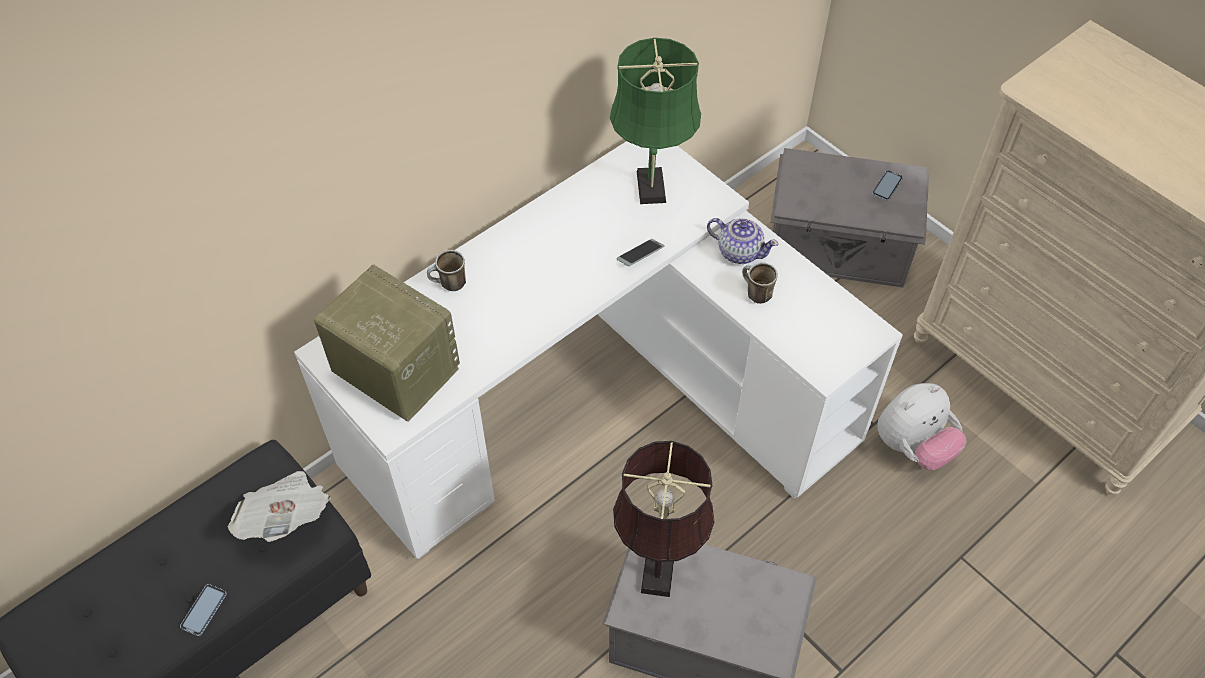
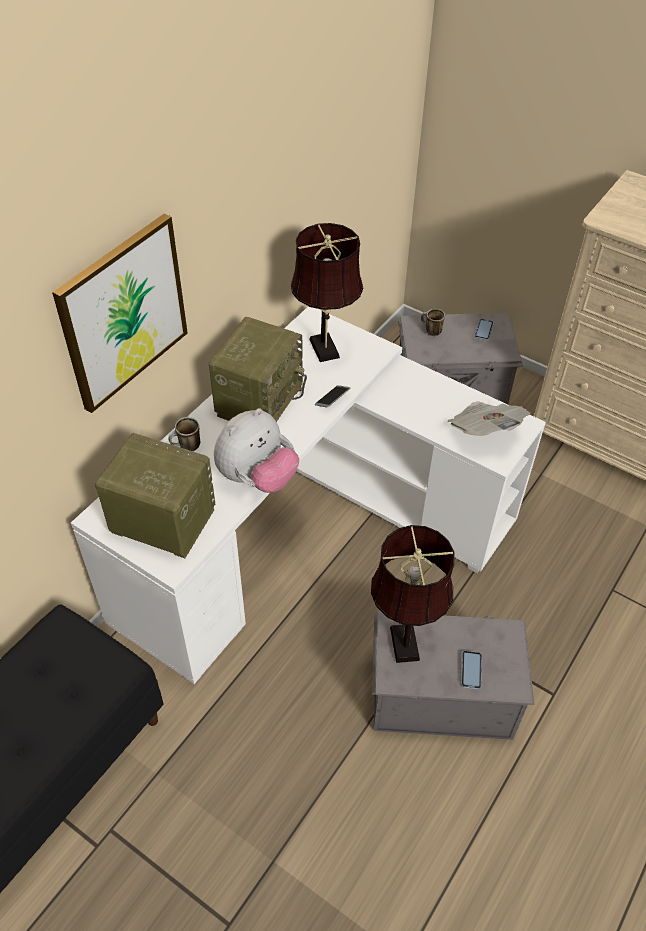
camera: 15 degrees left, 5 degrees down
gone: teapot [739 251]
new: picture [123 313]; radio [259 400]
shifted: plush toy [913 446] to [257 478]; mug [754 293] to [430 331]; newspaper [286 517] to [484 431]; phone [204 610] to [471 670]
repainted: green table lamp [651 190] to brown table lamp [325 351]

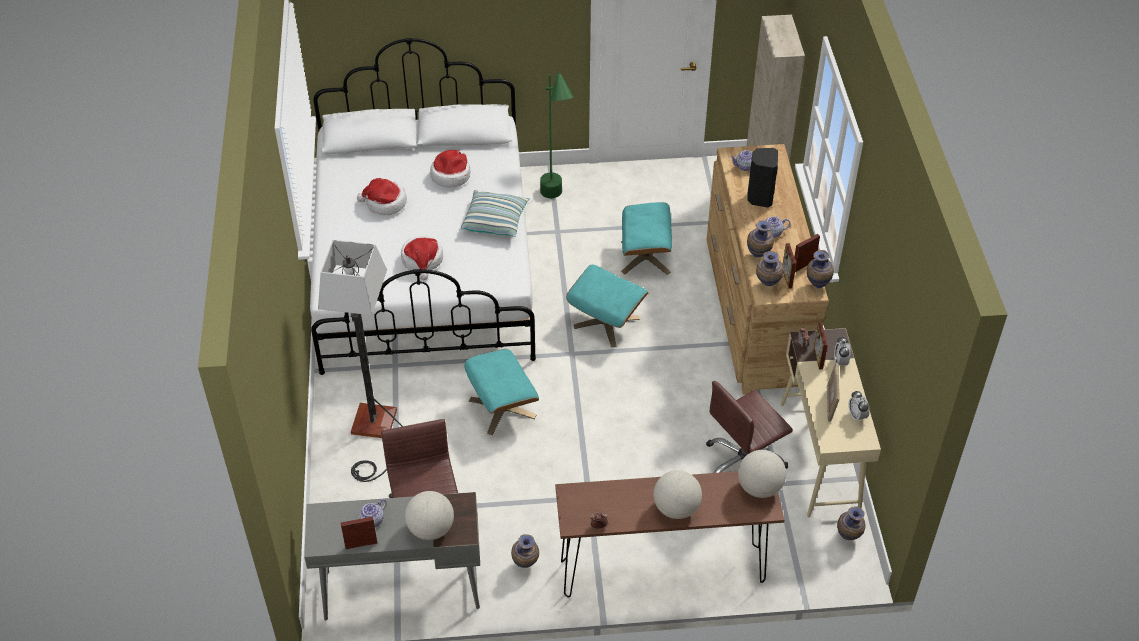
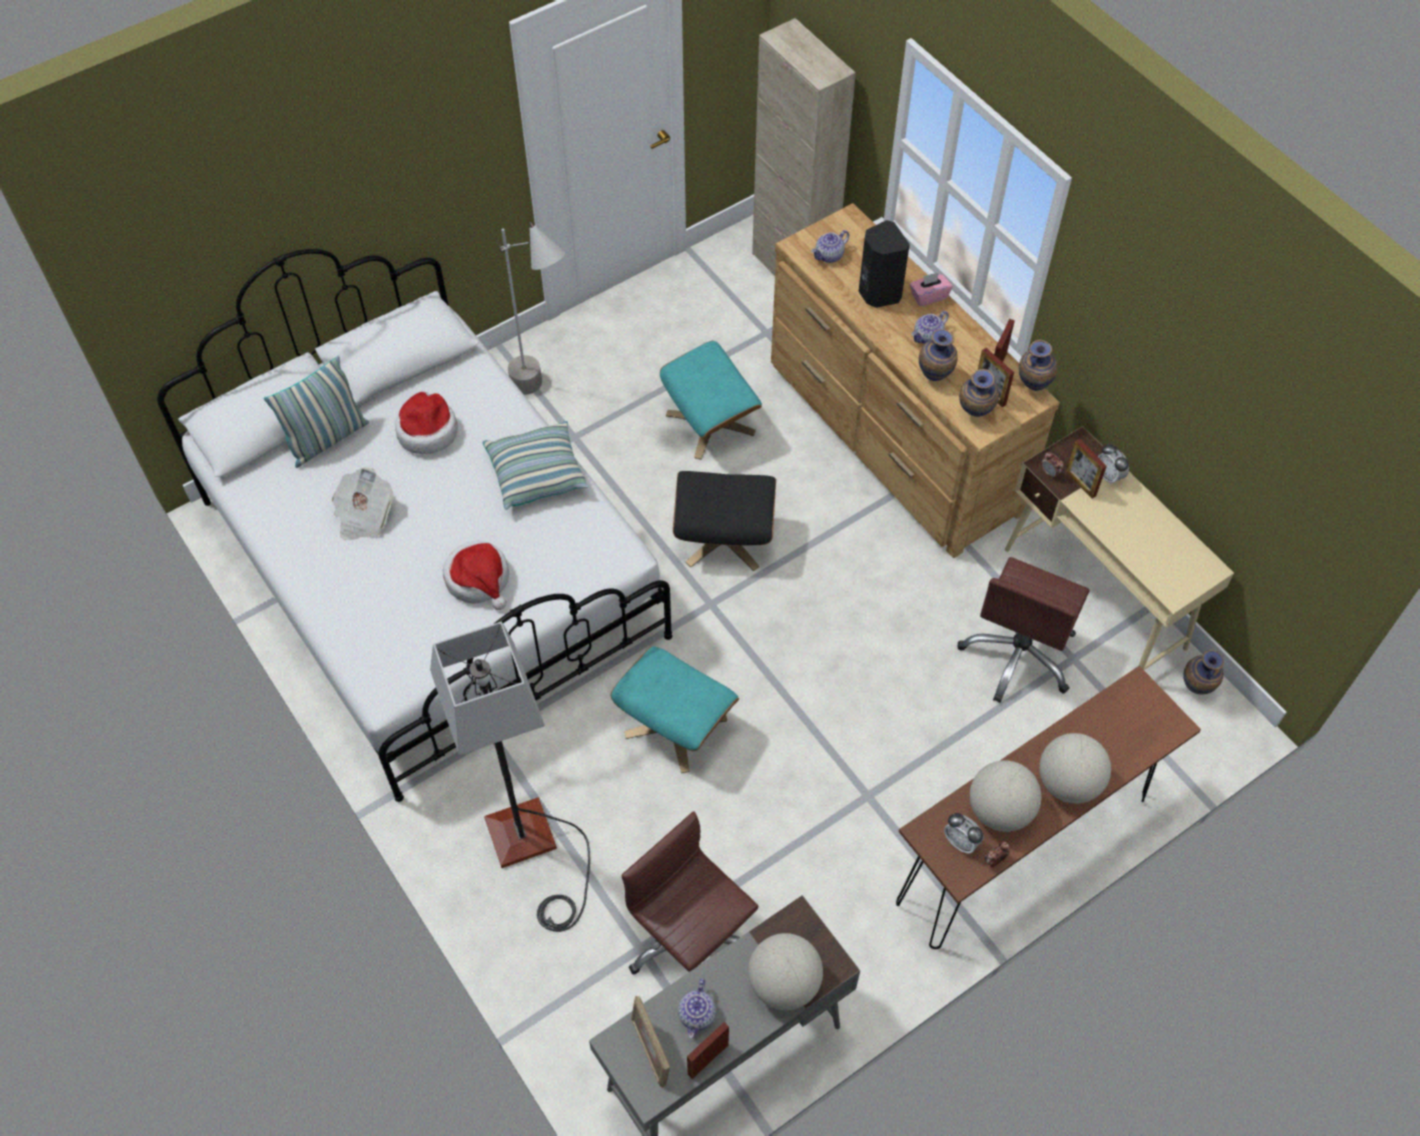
camera: 30 degrees left, 10 degrees up
gone: vase [525 565]
new: pillow [327 439]; pink tissue box [928 296]
shifted: picture frame [830 404] to [651 1050]; alarm clock [857 416] to [961 842]; globe [759 488] to [999 810]
swapped: hat [385 203] to newspaper [363 515]
repainted: green floor lamp [556 203] to grey floor lamp [545 396]; turquoise ottoman [607 322] to black ottoman [724 538]

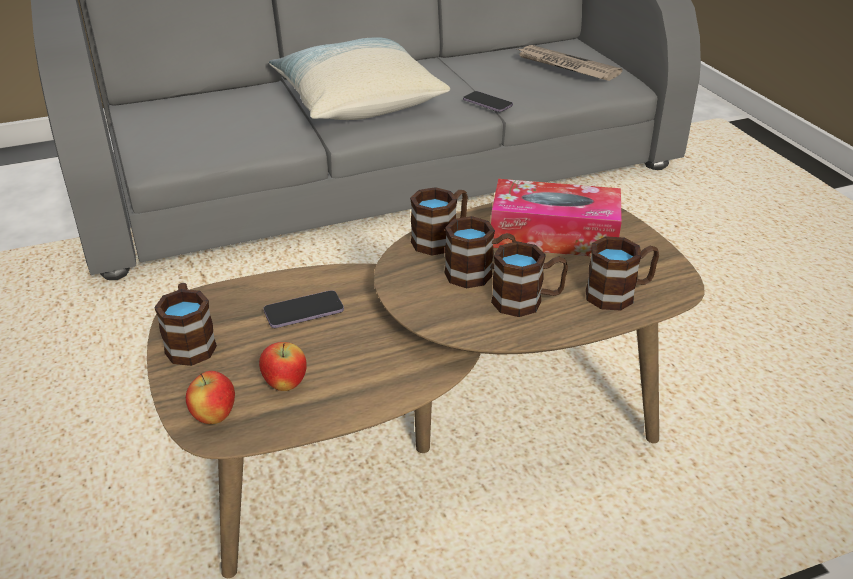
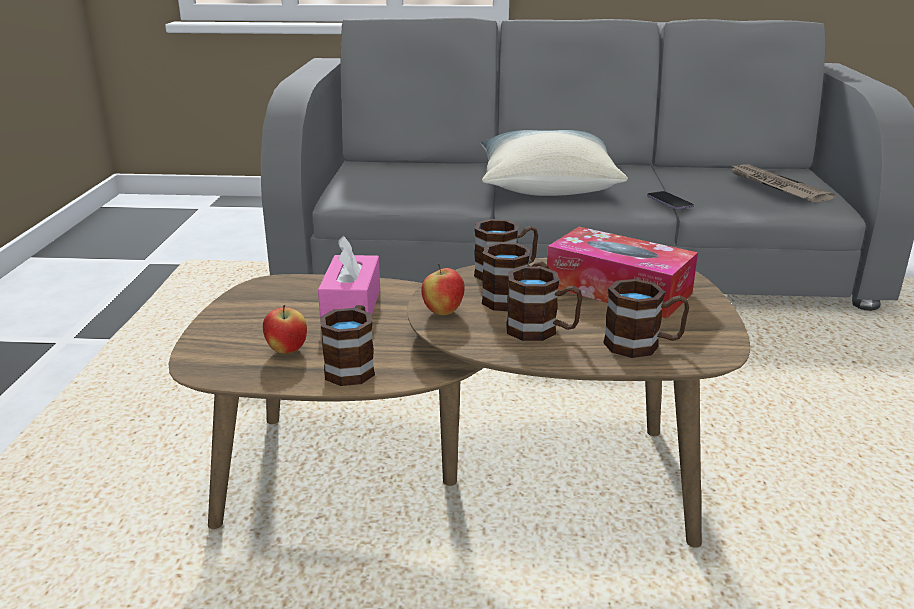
camera: 25 degrees right, 10 degrees down
shifted: brown mug [190 342] to [353 366]; apple [214 417] to [443 312]
swapped: phone [304 311] to pink tissue box [351 306]

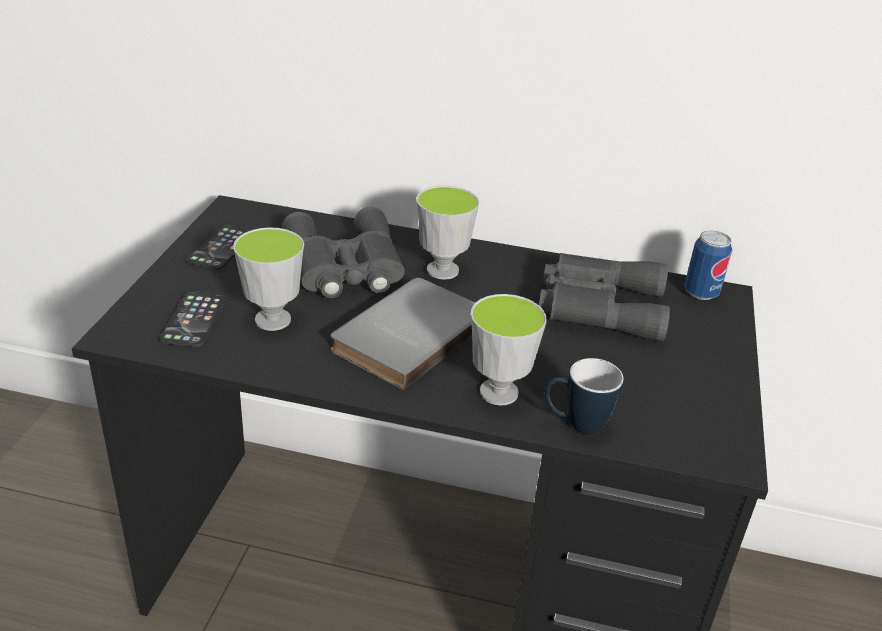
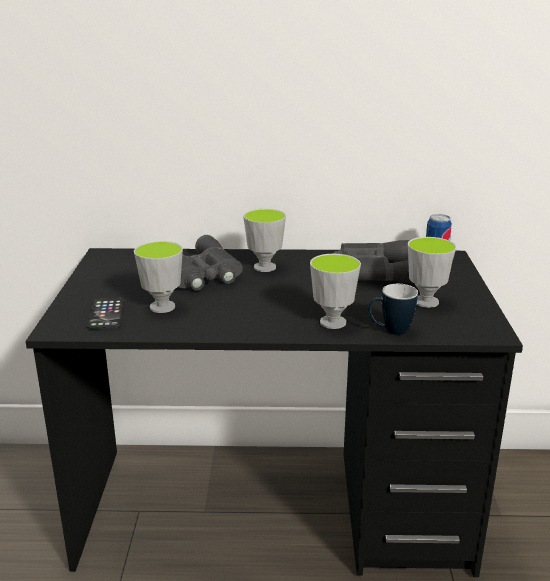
camera: 10 degrees left, 10 degrees down
gone: phone [222 248]; grey book [406 334]
new: cup [426 302]

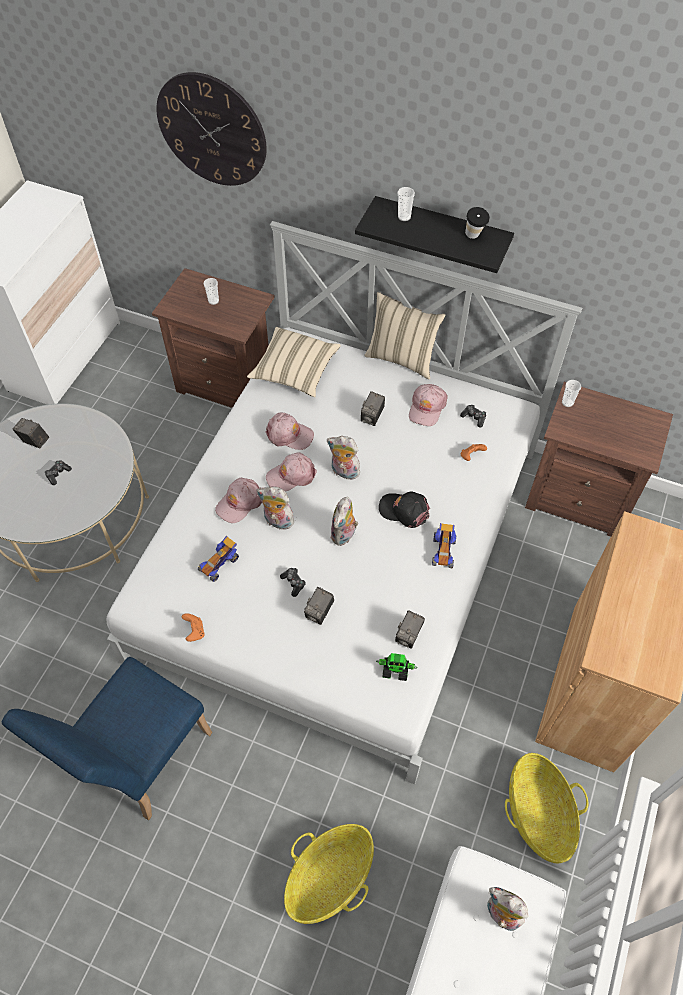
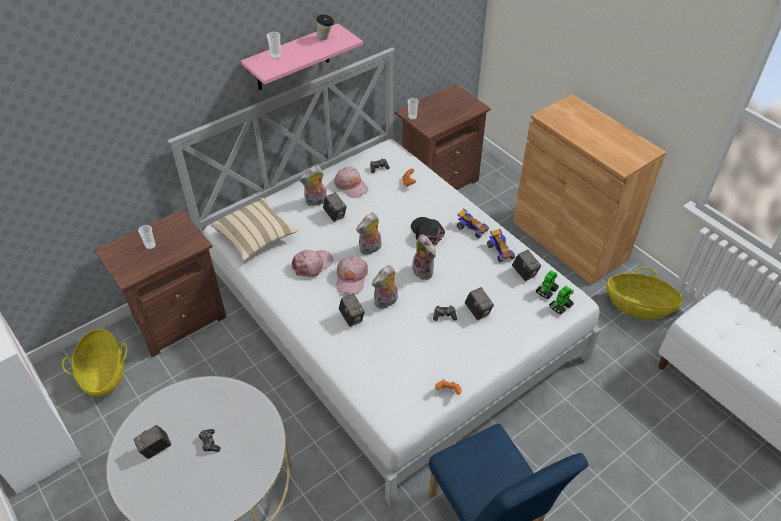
camera: 60 degrees left, 10 degrees down
gone: wall clock [212 130]; beige pillow [402 358]
new: toy robot [561 306]
shifted: basket [329 877] to [103 373]; plush toy [501 914] to [316 202]; toy car [219 563] to [500 251]
swapped: pink cap [240 502] to photo camera [352 318]
repainted: black shelf [441 233] to pink shelf [292 58]
rotated: black cap [404 510] = [427 232] 105 degrees clockwise

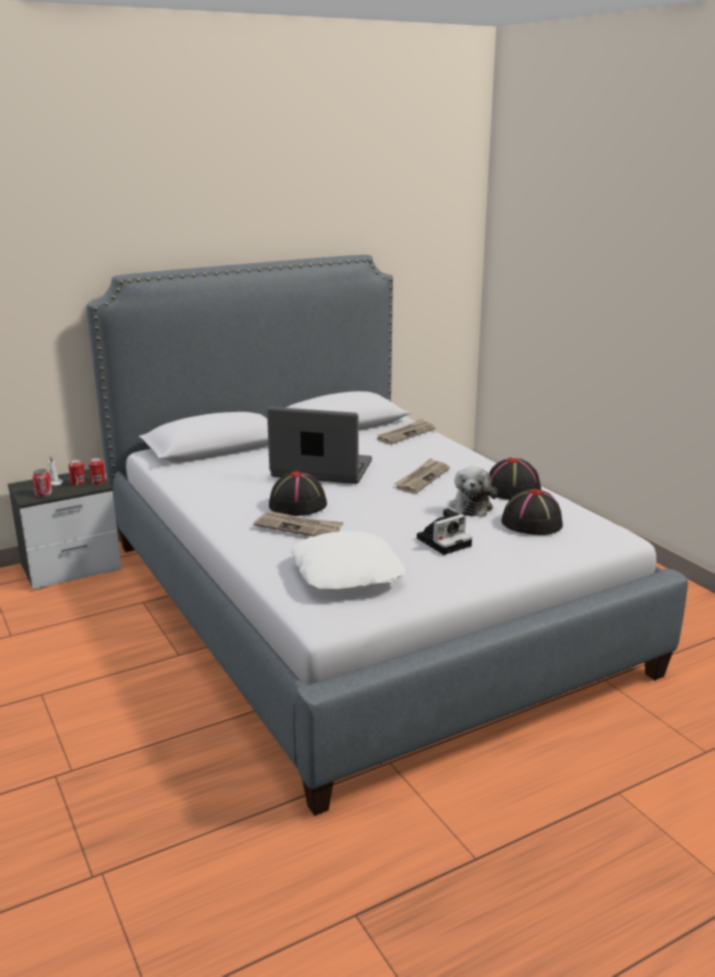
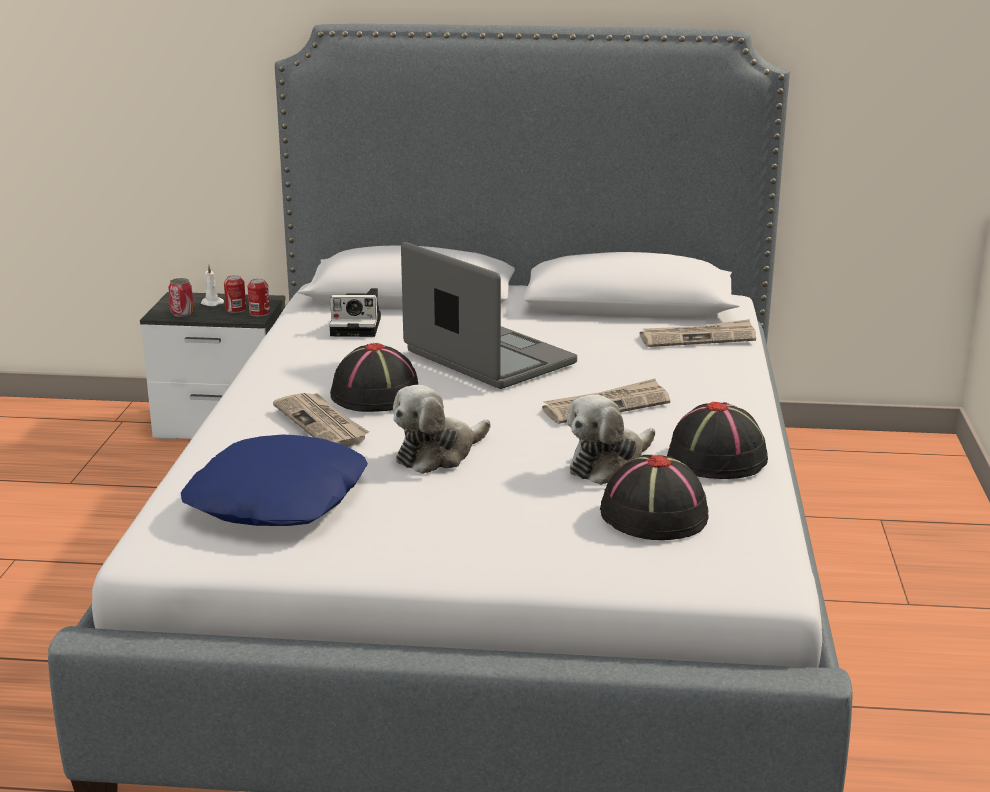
camera: 35 degrees right, 0 degrees up
new: plush toy [438 454]
shifted: photo camera [445 541] to [358 326]
repainted: white pillow [347 573] to blue pillow [279 499]

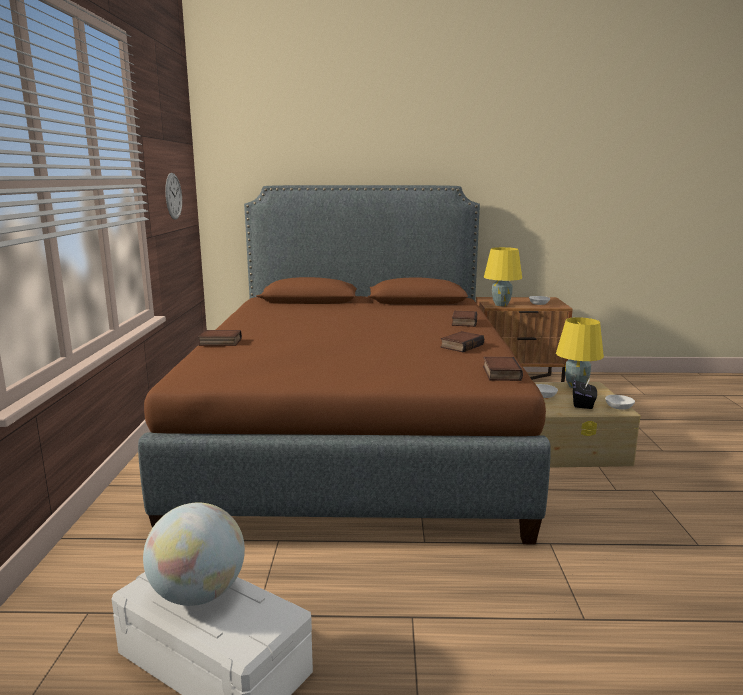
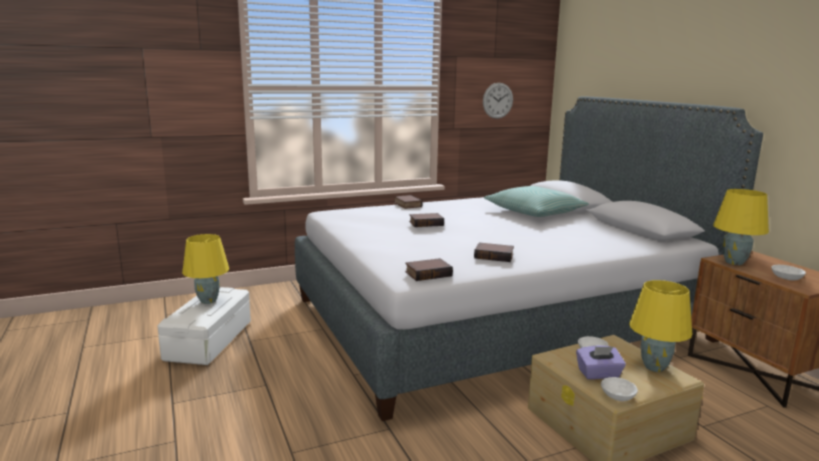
camera: 65 degrees right, 0 degrees up
new: pillow [534 212]
shifted: book [463 322] to [426 223]
swapped: globe [198 594] to yellow table lamp [209 301]
repainted: brown bed [355 433] to grey bed [497 318]; black tissue box [583 404] to purple tissue box [599 374]

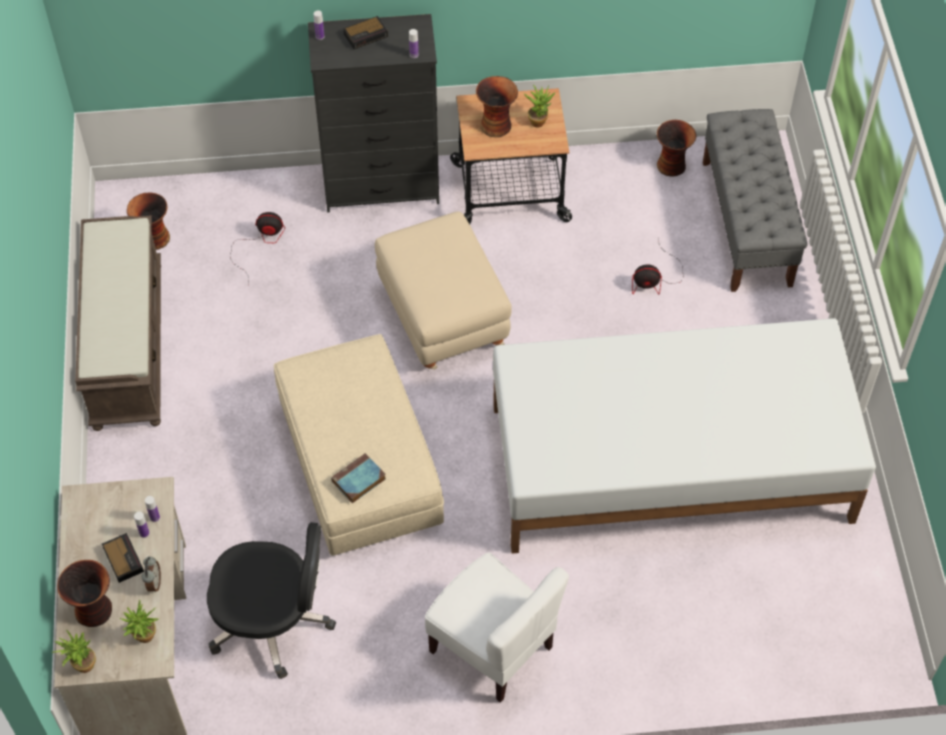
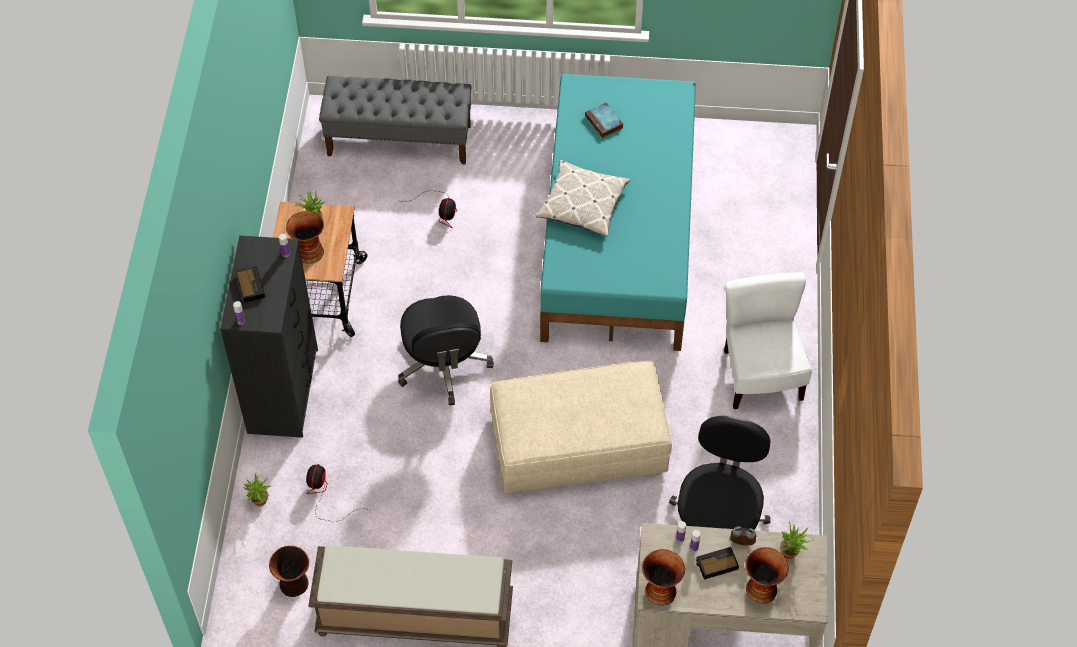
camera: 80 degrees left, 0 degrees up
new: pillow [582 204]
shifted: potted plant [81 665] to [260 503]; book [358 481] to [604 122]; vase [672 165] to [660 590]
swapped: beige ottoman [442 318] to black office chair [443 365]
repainted: white bed [671 464] to turquoise bed [619 234]
rotated: white chair [493 648] = [761 375] 60 degrees counterclockwise

